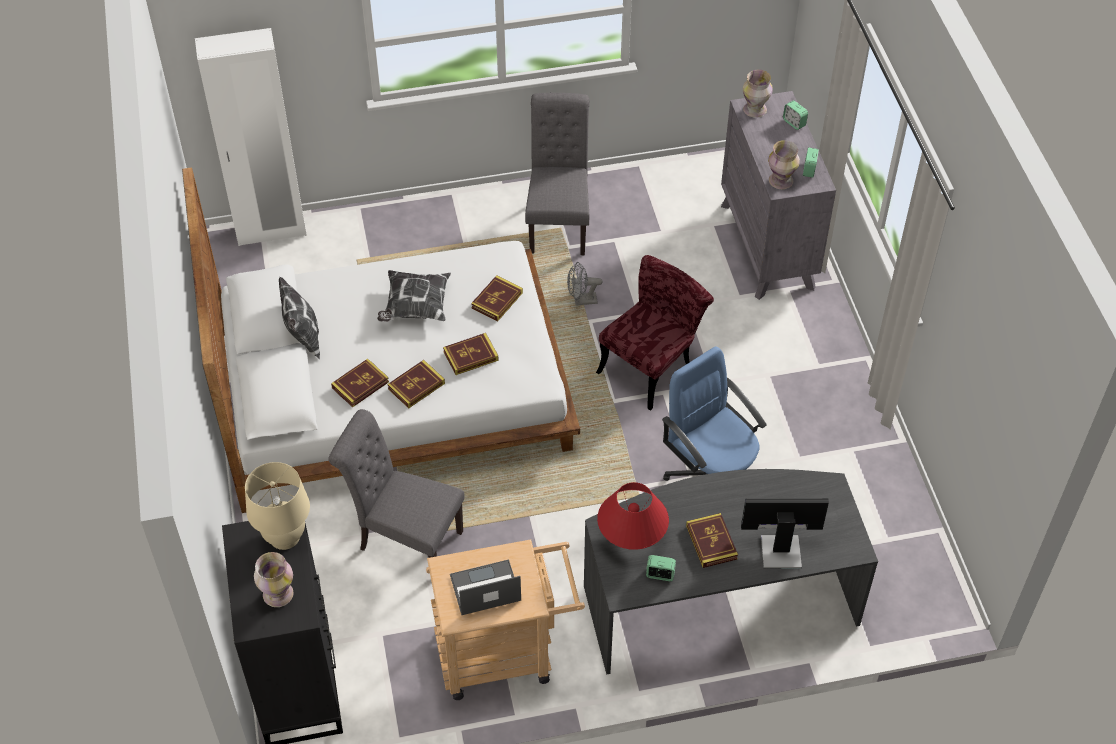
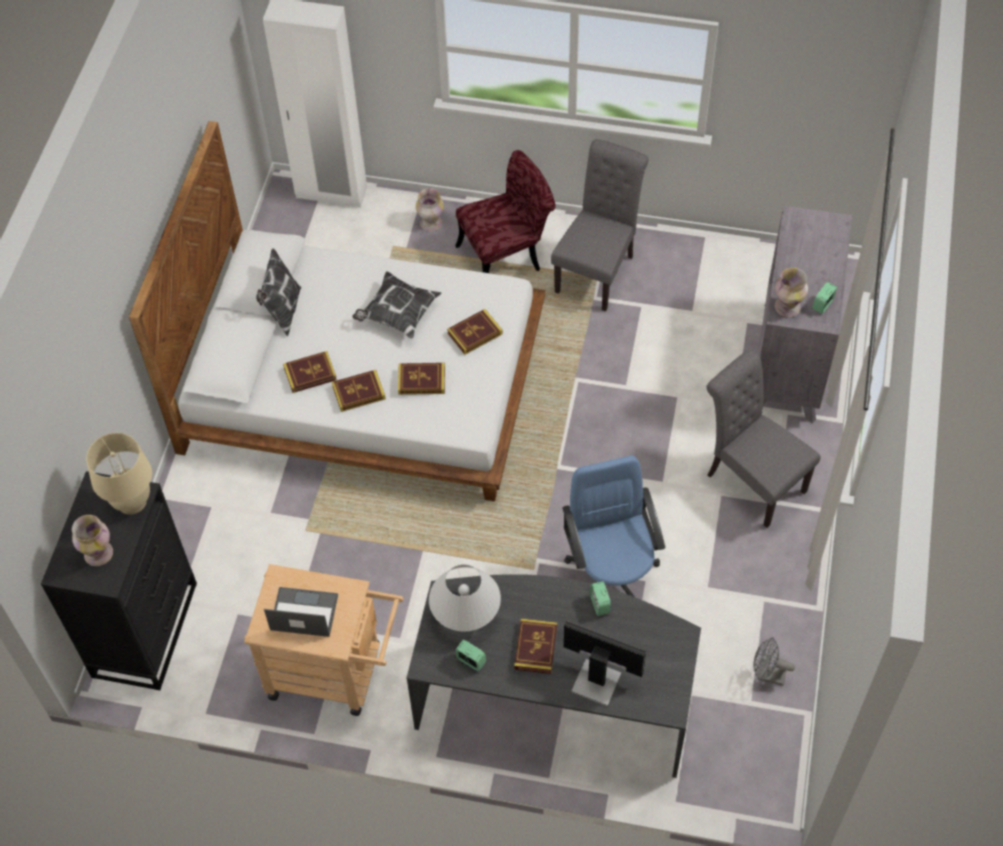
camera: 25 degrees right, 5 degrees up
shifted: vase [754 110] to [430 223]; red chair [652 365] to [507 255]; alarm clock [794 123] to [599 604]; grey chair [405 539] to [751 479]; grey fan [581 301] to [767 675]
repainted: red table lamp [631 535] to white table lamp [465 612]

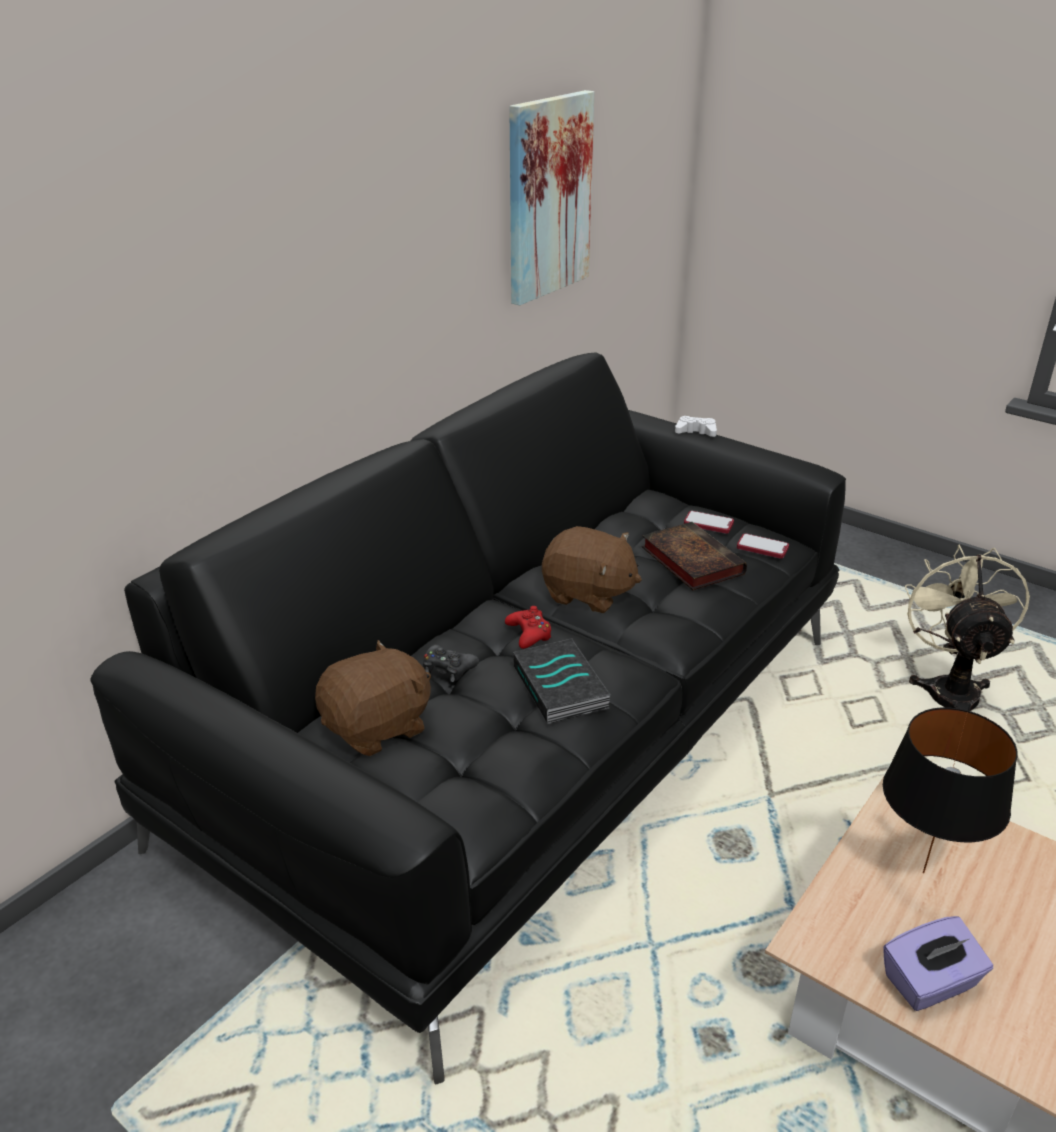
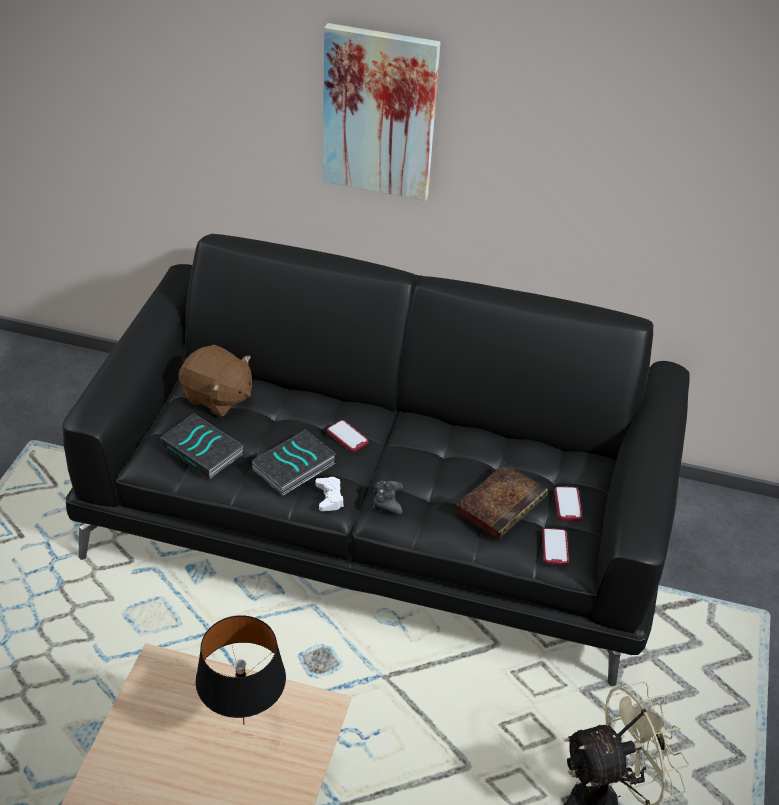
camera: 65 degrees right, 10 degrees up
gone: brown plush toy [588 594]; purple tissue box [930 983]
new: book [204 450]
shifted: white game controller [696 432] to [329 497]; picture [547 197] to [379 112]; black game controller [448 668] to [387 501]
swapped: red game controller [529 634] to phone [347 437]

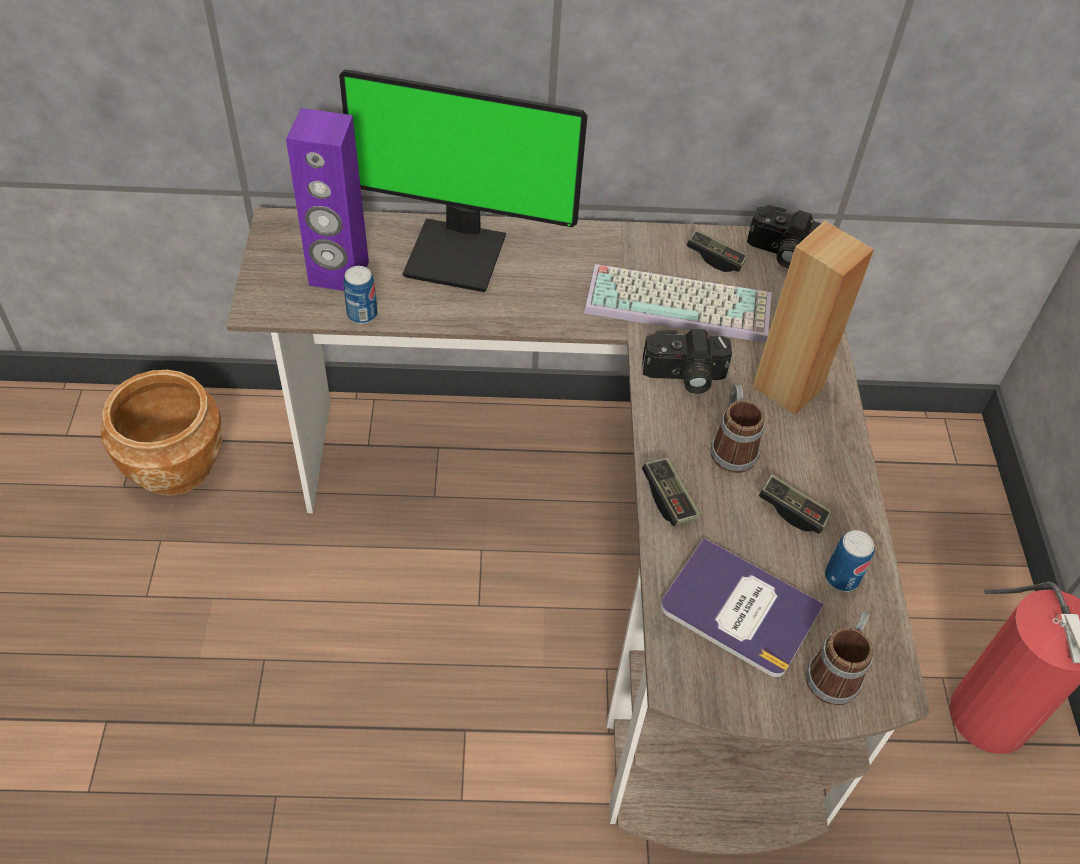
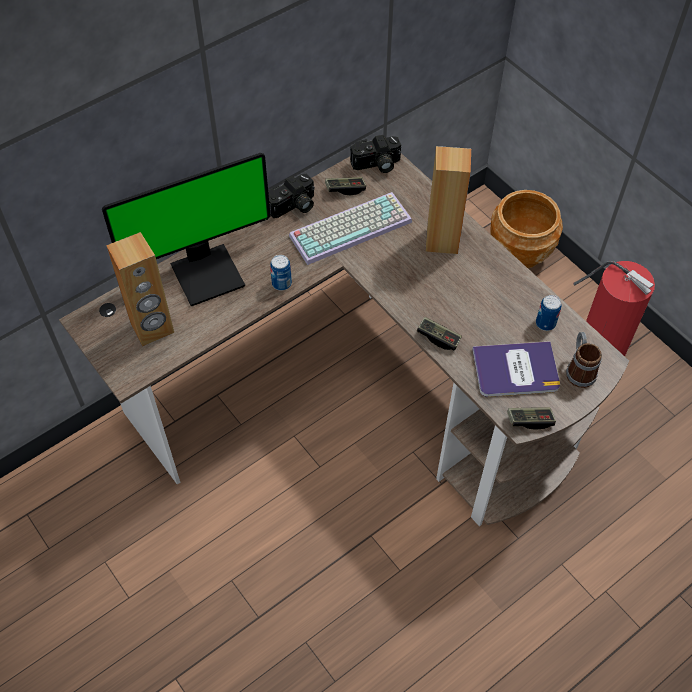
camera: 35 degrees left, 5 degrees up
gone: mug [731 446]
shifted: photo camera [684 376] to [293 207]; can [362 314] to [281 283]; brown planter [175 465] to [519 251]; game controller [792 511] to [530 420]
repainted: purple speaker [338 274] to brown speaker [152 328]

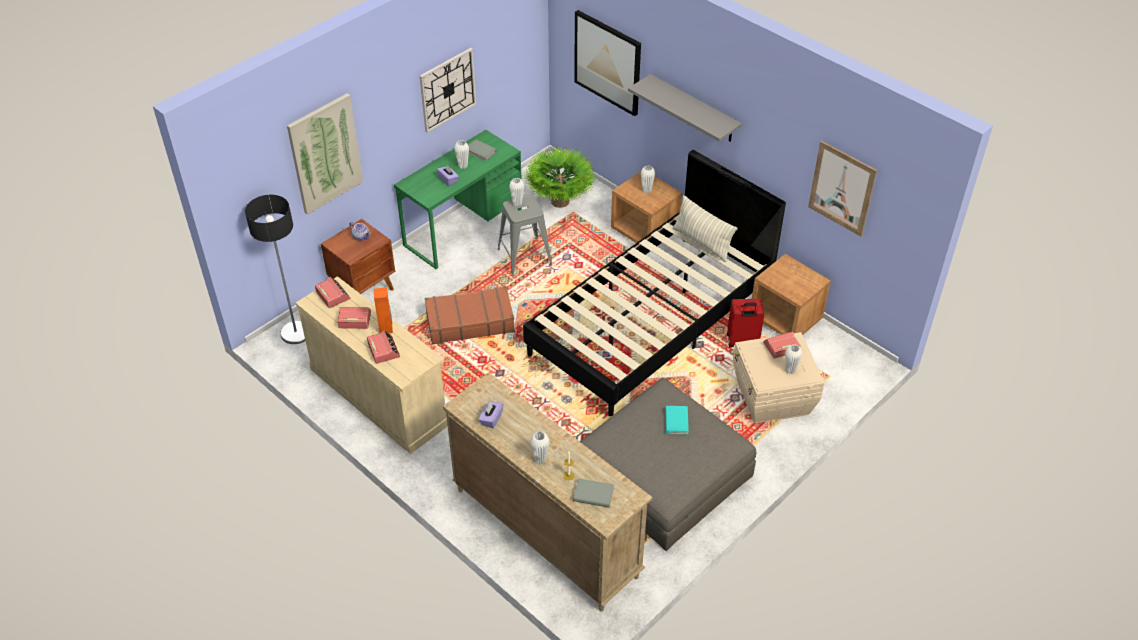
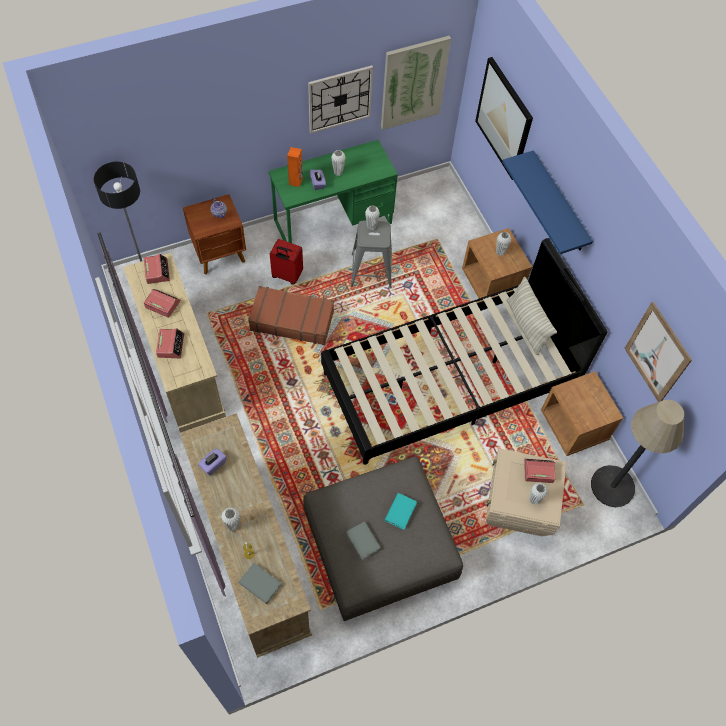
camera: 20 degrees right, 15 degrees up
gone: potted plant [560 201]
new: floor lamp [612 486]
shifted: red suitcase [742 341] to [286 276]; orange speaker [386 328] to [296 181]; grey book [480 151] to [363 541]; picture [325 153] to [413 83]
repainted: grey shelf [694 109] to blue shelf [559 203]

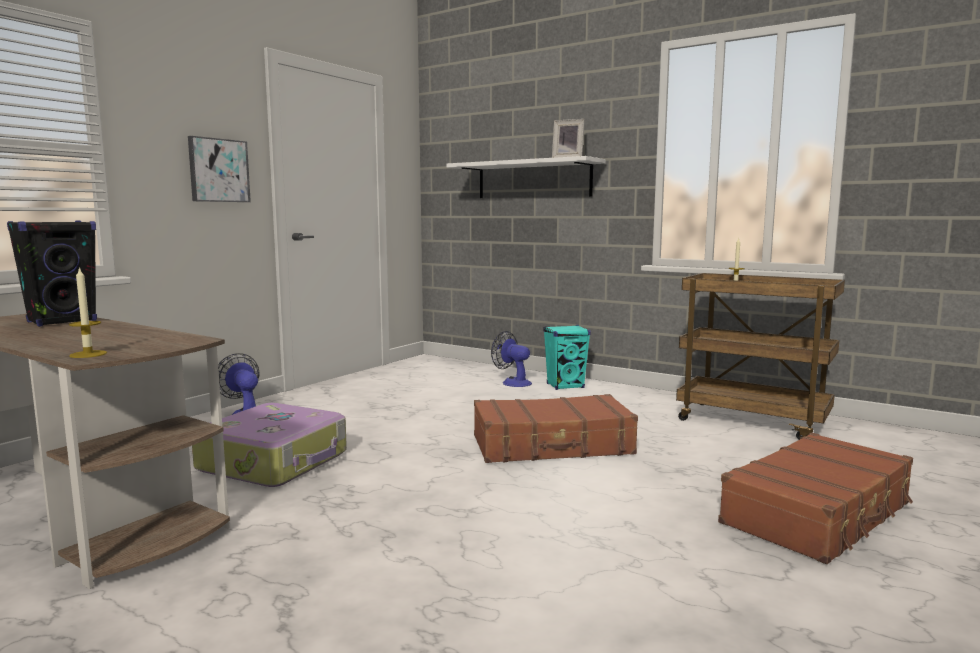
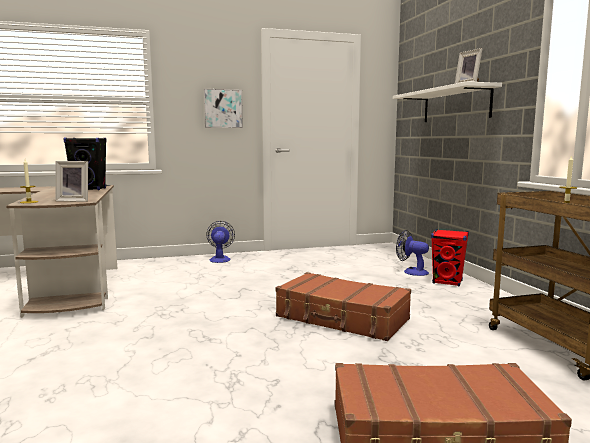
camera: 40 degrees right, 0 degrees up
gone: suitcase [275 461]
new: picture frame [75 201]
repainted: turquoise speaker [565 386] to red speaker [447 282]
rotated: fan [512 382] = [411 271] 45 degrees counterclockwise

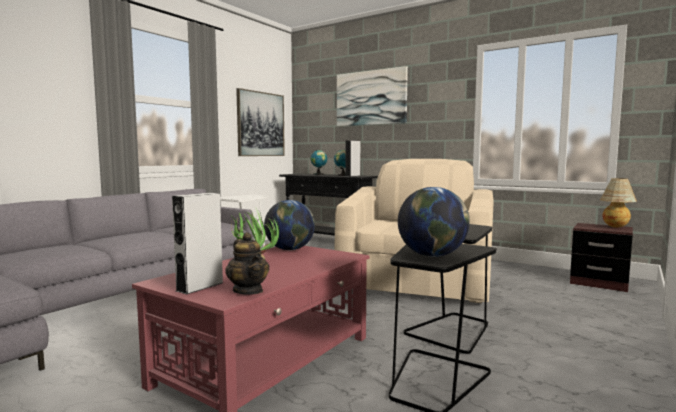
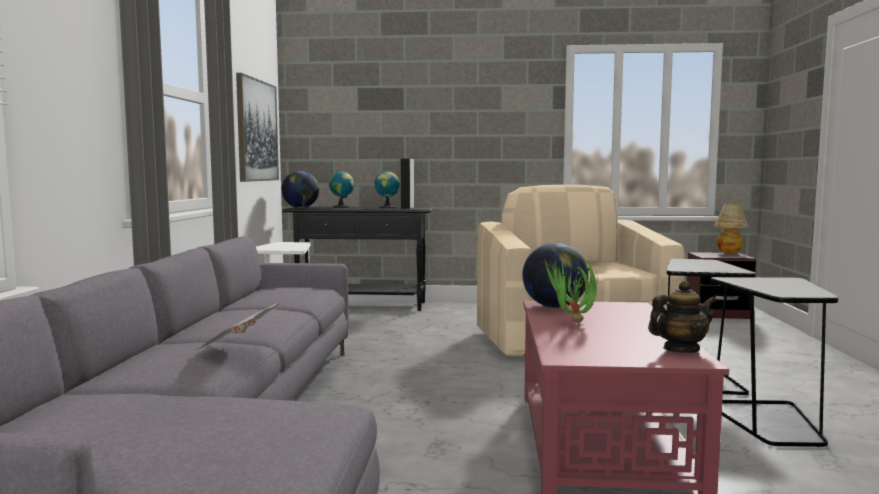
camera: 30 degrees left, 0 degrees up
gone: grey speaker [200 286]; picture [371 98]
new: newspaper [238 349]
shifted: globe [432 255] to [301 208]
rotated: teapot [248 291] = [680 349] 45 degrees counterclockwise

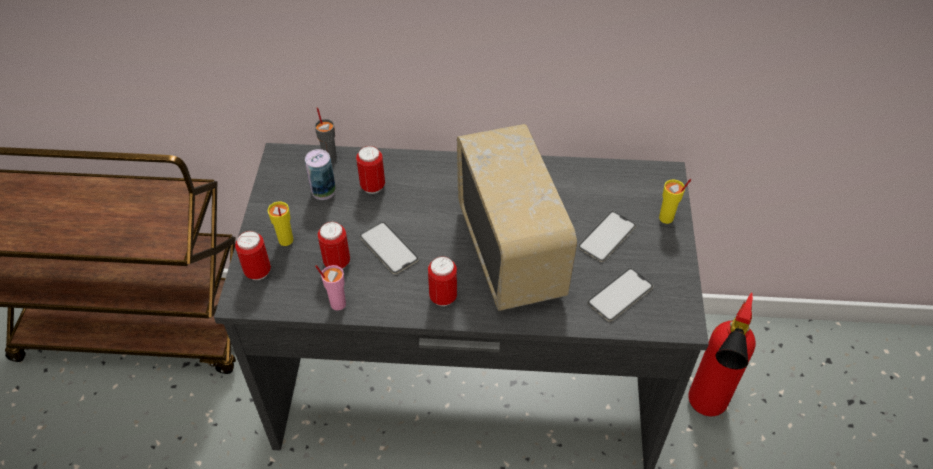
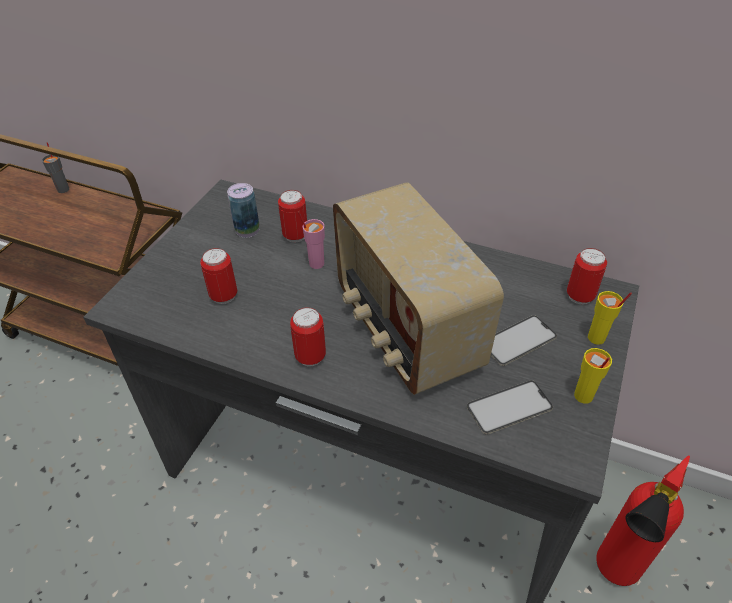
camera: 20 degrees right, 5 degrees down
gone: phone [388 248]
shifted: grey cup [330 157] to [63 189]; pink cup [337 303] to [316 263]; can [258 271] to [580 296]; yellow cup [285 240] to [583 396]
rotated: radio [512 252] = [405 330] 150 degrees clockwise

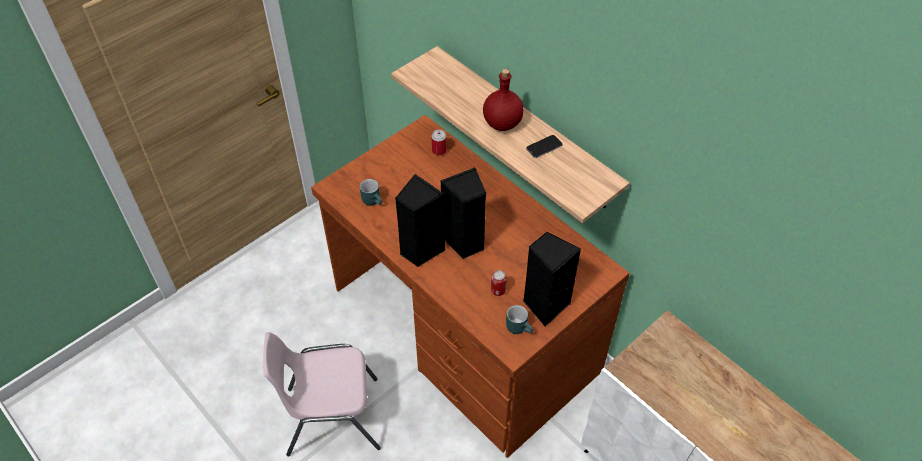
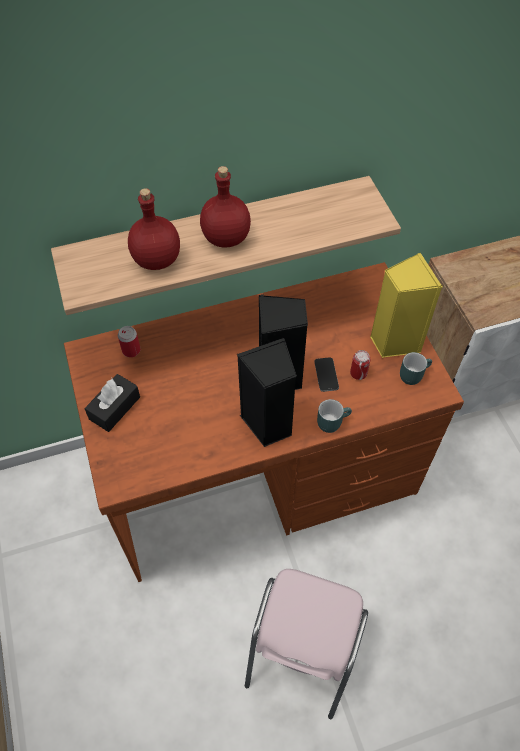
camera: 65 degrees left, 5 degrees up
new: black tissue box [114 408]; red bottle [157 259]
shifted: phone [544 147] to [326 375]; turquoise mug [373 200] to [332 421]
repainted: black speaker [545 304] to yellow speaker [394 341]

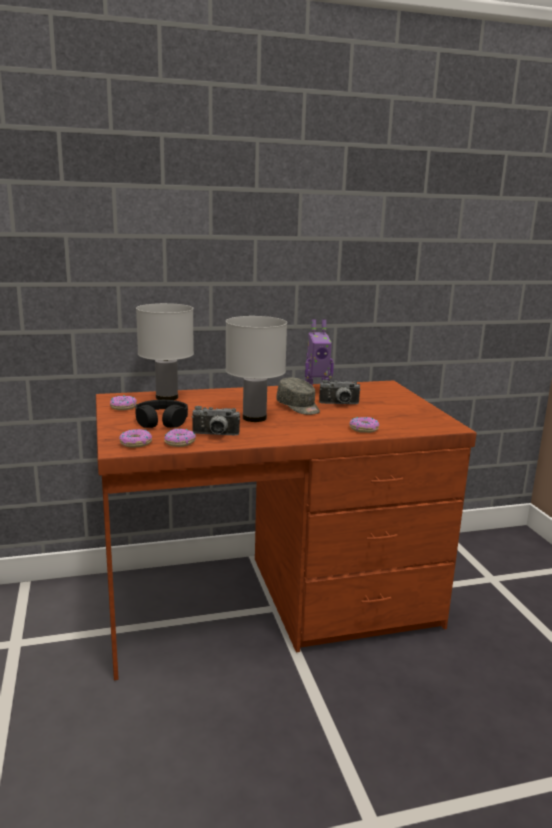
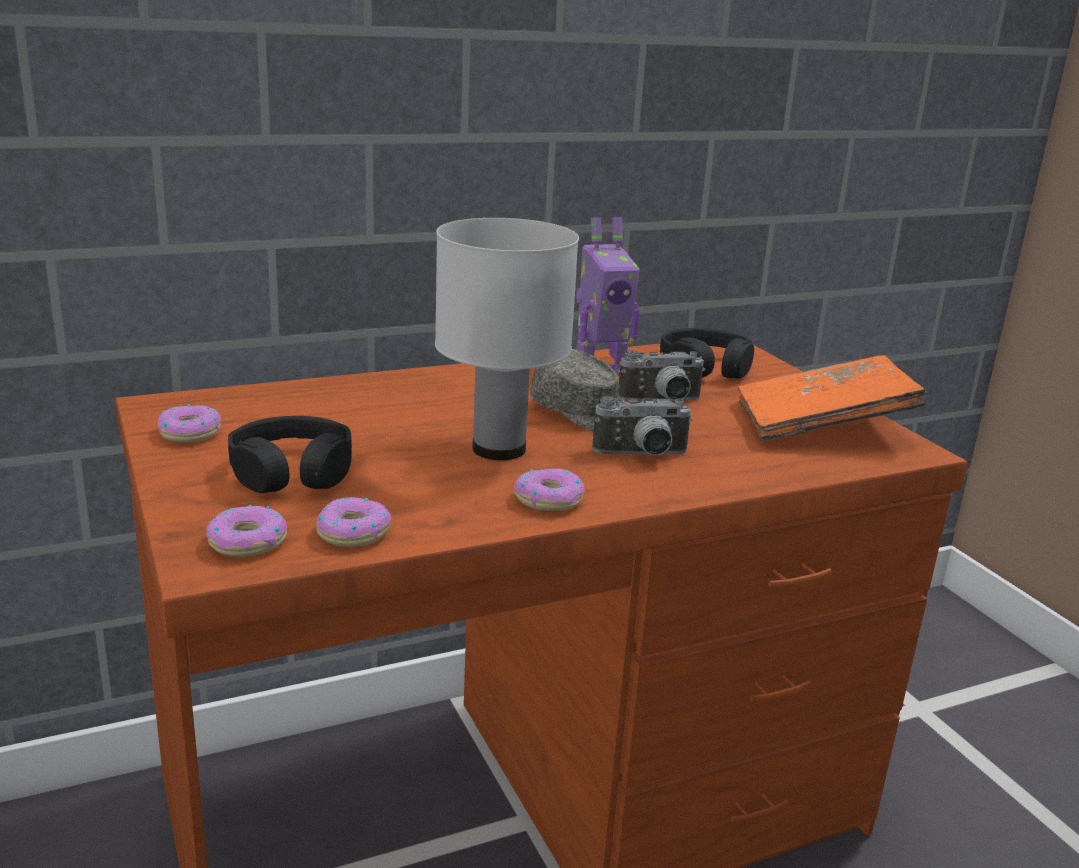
camera: 10 degrees left, 5 degrees up
gone: white table lamp [167 397]
new: black headphones [705 367]; orange book [821 425]
shifted: donut [364 429] to [549 499]; photo camera [215 435] to [642 456]

